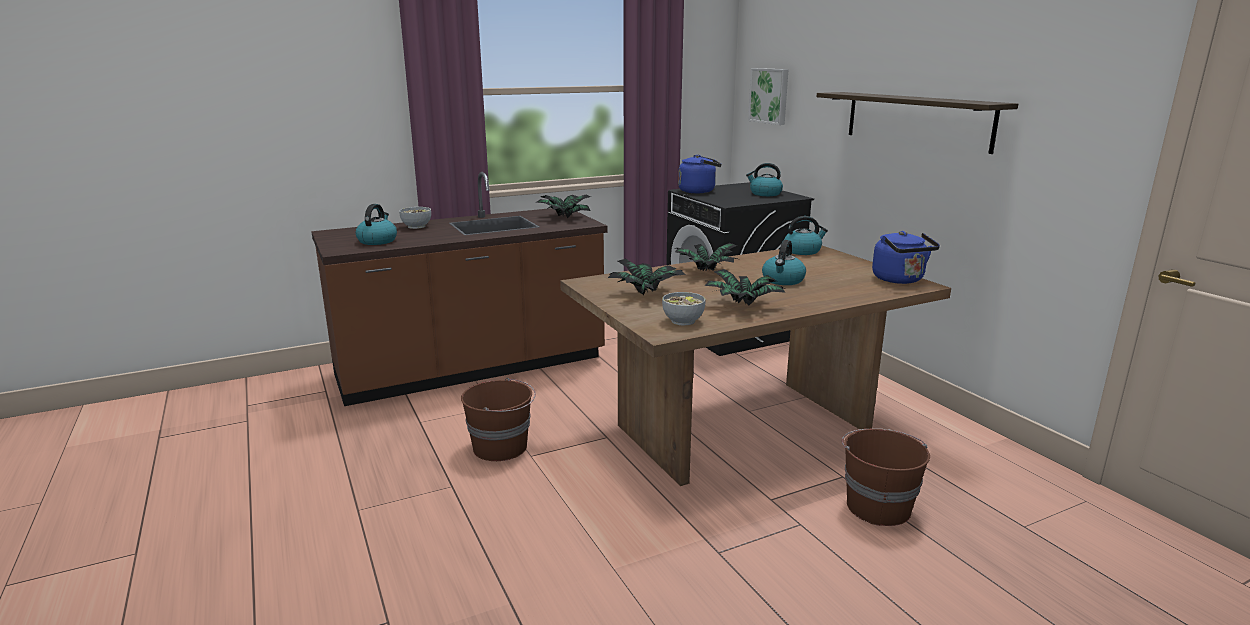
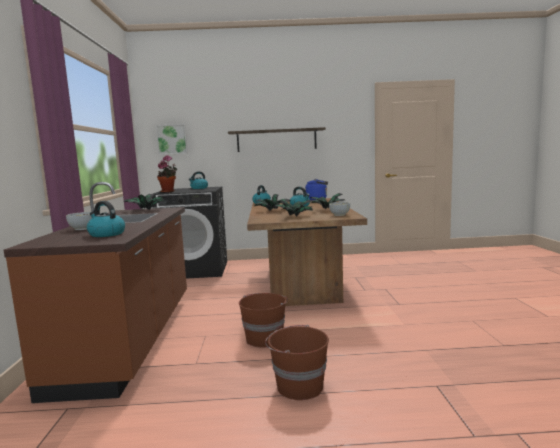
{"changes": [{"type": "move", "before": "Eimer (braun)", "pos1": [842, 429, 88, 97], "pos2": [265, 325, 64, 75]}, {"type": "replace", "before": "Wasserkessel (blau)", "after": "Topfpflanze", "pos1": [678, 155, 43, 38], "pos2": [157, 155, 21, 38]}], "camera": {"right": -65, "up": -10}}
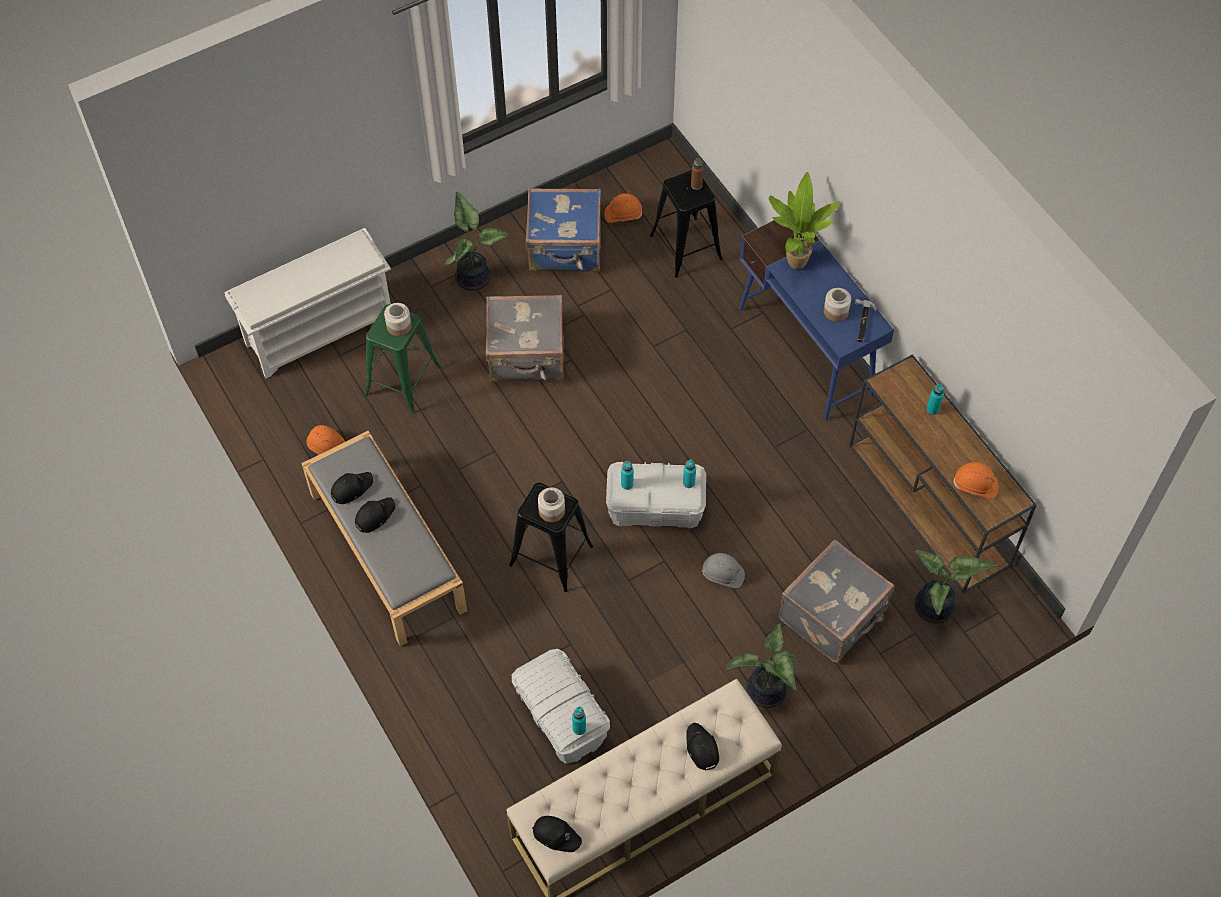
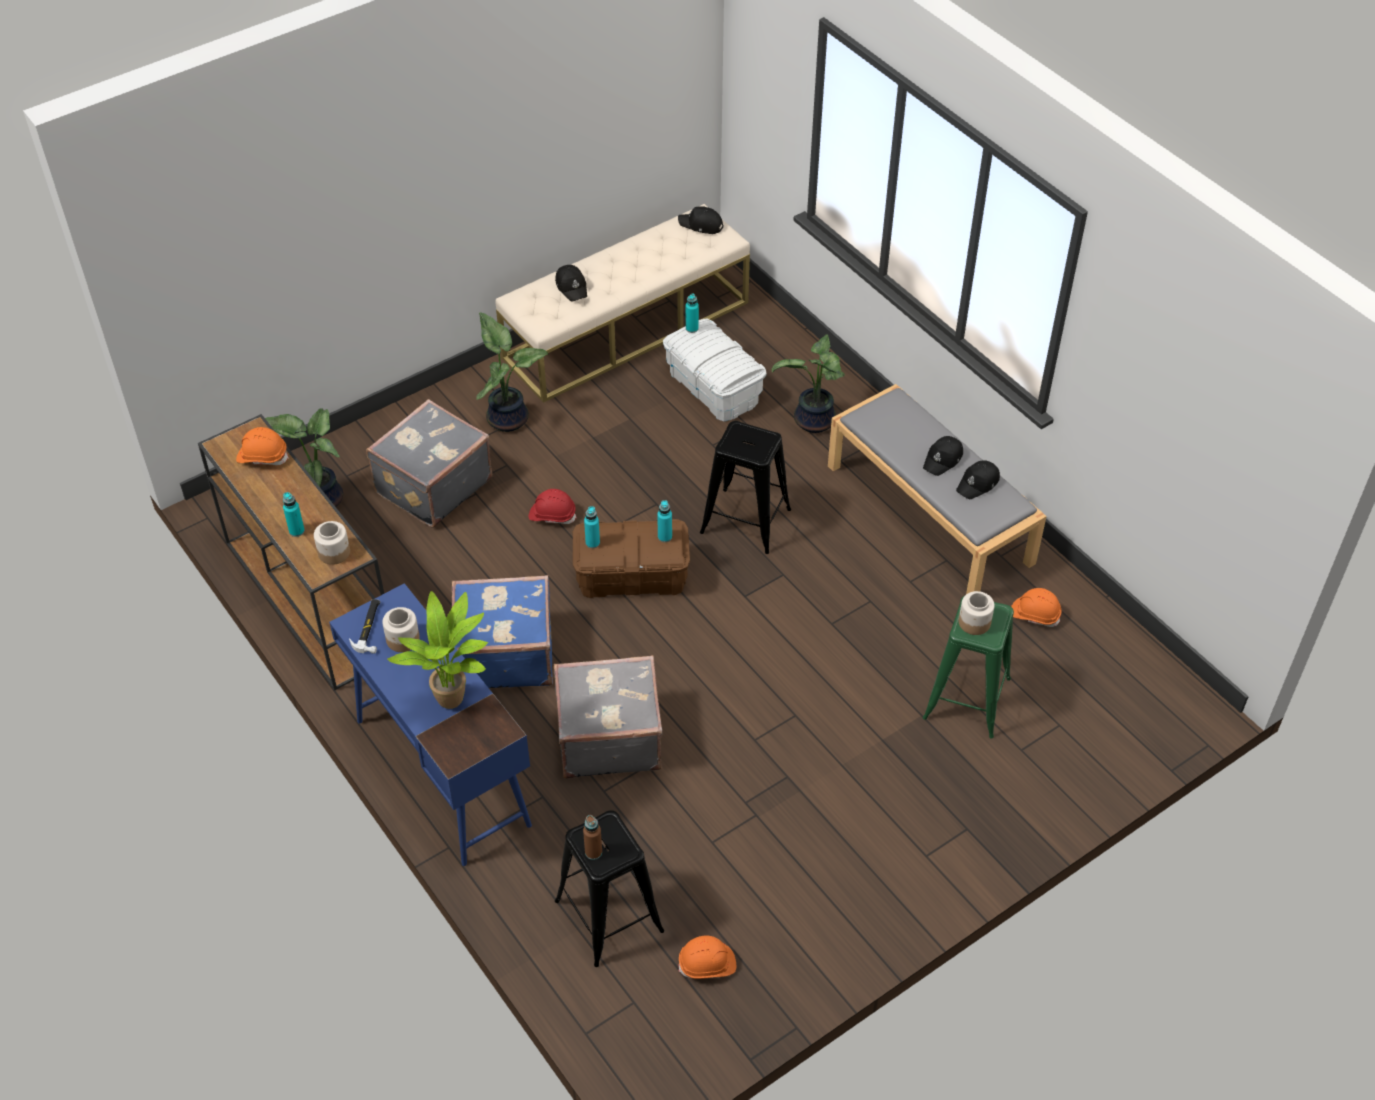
{"changes": [{"type": "delete", "before": "Schuhregal (weiß)", "pos1": [224, 228, 167, 150]}, {"type": "move", "before": "Topfpflanze", "pos1": [445, 191, 65, 100], "pos2": [772, 334, 73, 99]}, {"type": "move", "before": "Koffer (grau)", "pos1": [486, 295, 78, 87], "pos2": [554, 655, 109, 123]}, {"type": "move", "before": "Koffer (blau)", "pos1": [526, 188, 75, 84], "pos2": [452, 575, 101, 113]}, {"type": "move", "before": "Vorratsglas", "pos1": [538, 487, 27, 35], "pos2": [314, 521, 36, 44]}, {"type": "recolor", "before": "Aufbewahrungsbox (weiß)", "after": "Aufbewahrungsbox (braun)", "pos1": [606, 462, 100, 67], "pos2": [573, 519, 117, 79]}, {"type": "recolor", "before": "Schutzhelm (grau)", "after": "Schutzhelm (rot)", "pos1": [702, 553, 43, 35], "pos2": [529, 489, 48, 35]}], "camera": {"right": 175, "up": -10}}
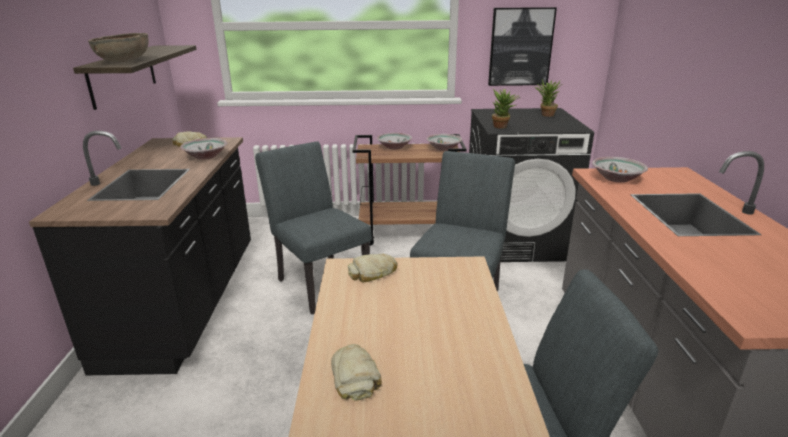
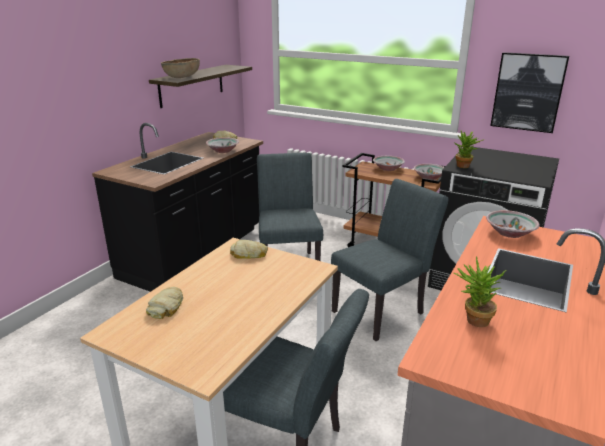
{"changes": [{"type": "move", "before": "Topfpflanze", "pos1": [535, 79, 27, 38], "pos2": [454, 256, 53, 71]}], "camera": {"right": 30, "up": 0}}
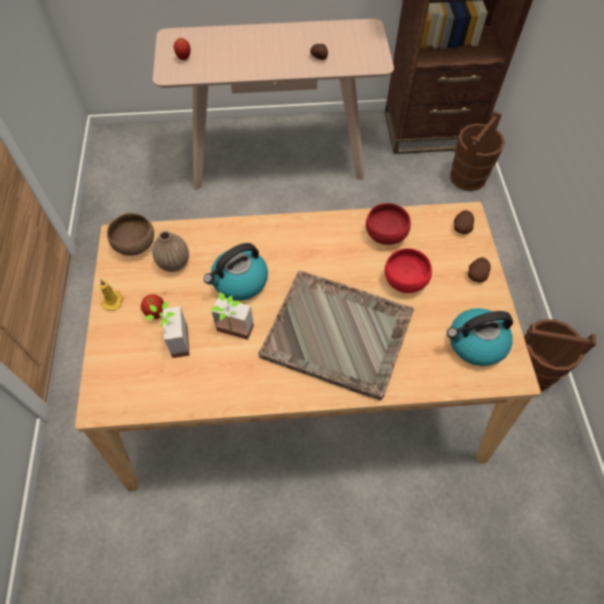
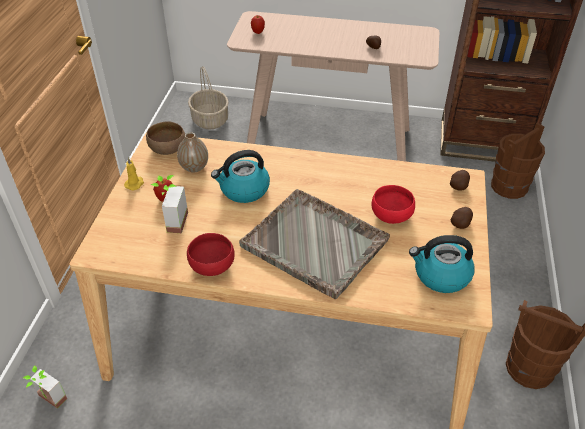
{"changes": [{"type": "insert", "after": "Korb", "pos2": [188, 66, 41, 63]}, {"type": "move", "before": "Topfpflanze", "pos1": [211, 292, 43, 48], "pos2": [23, 365, 44, 43]}, {"type": "move", "before": "Schüssel (rot)", "pos1": [366, 203, 45, 42], "pos2": [187, 233, 48, 43]}], "camera": {"right": 15, "up": -15}}
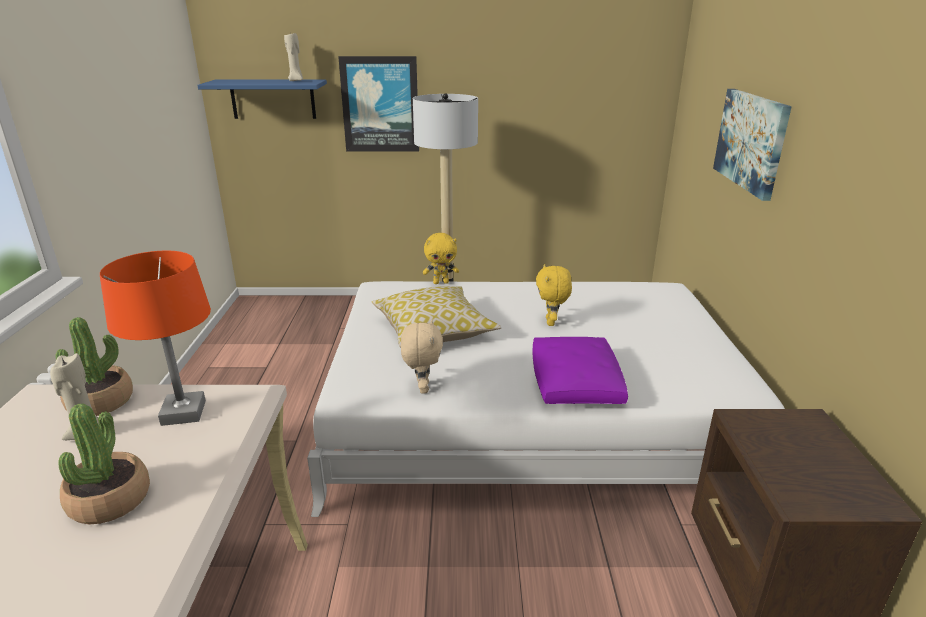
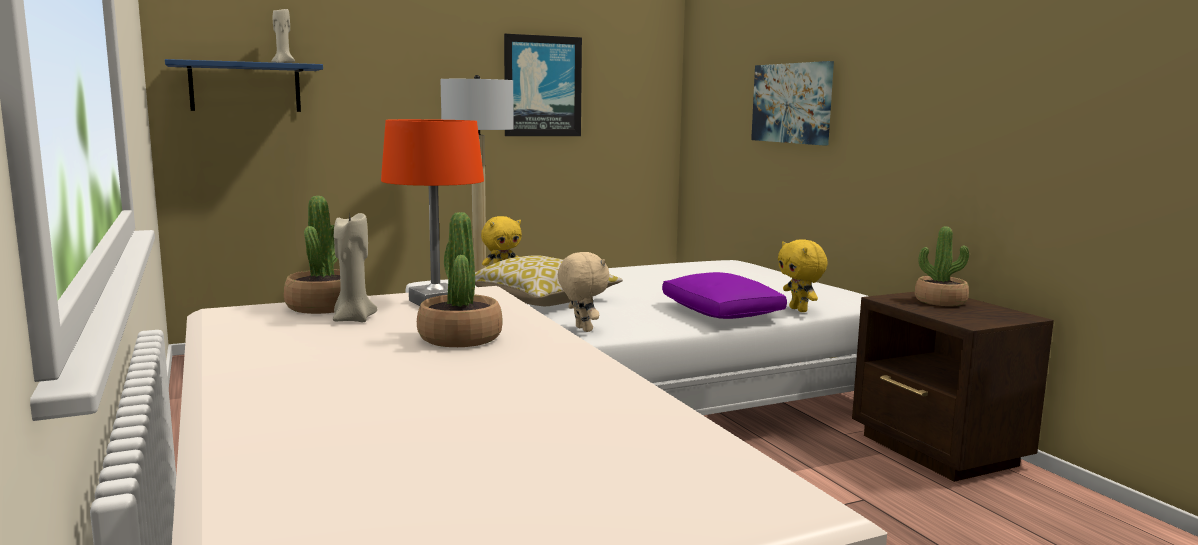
{"changes": [{"type": "insert", "after": "Topfpflanze", "pos2": [914, 226, 55, 80]}, {"type": "move", "before": "Bild", "pos1": [338, 56, 81, 95], "pos2": [504, 34, 78, 102]}, {"type": "move", "before": "Plüschtier (gelb)", "pos1": [536, 264, 36, 62], "pos2": [778, 239, 50, 73]}], "camera": {"right": -25, "up": -15}}
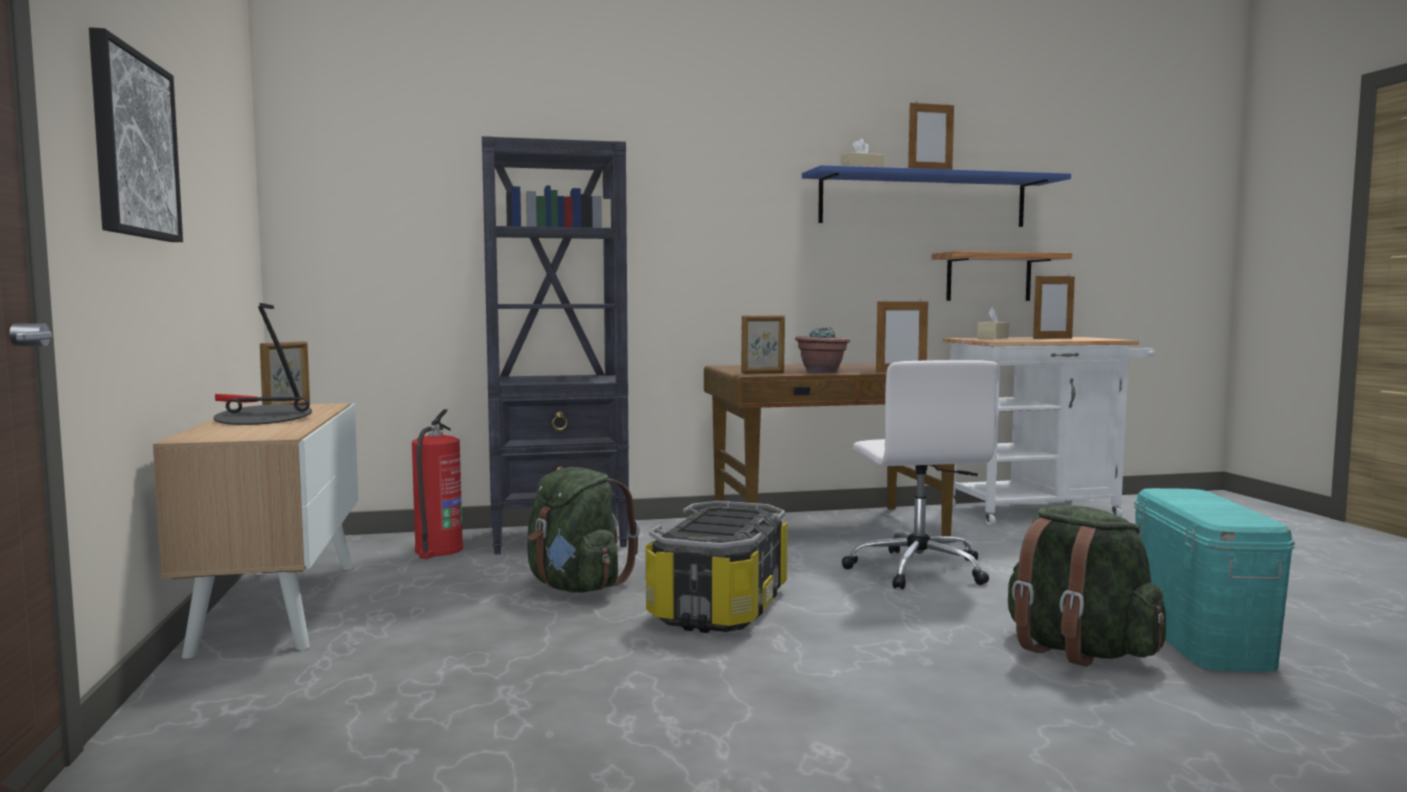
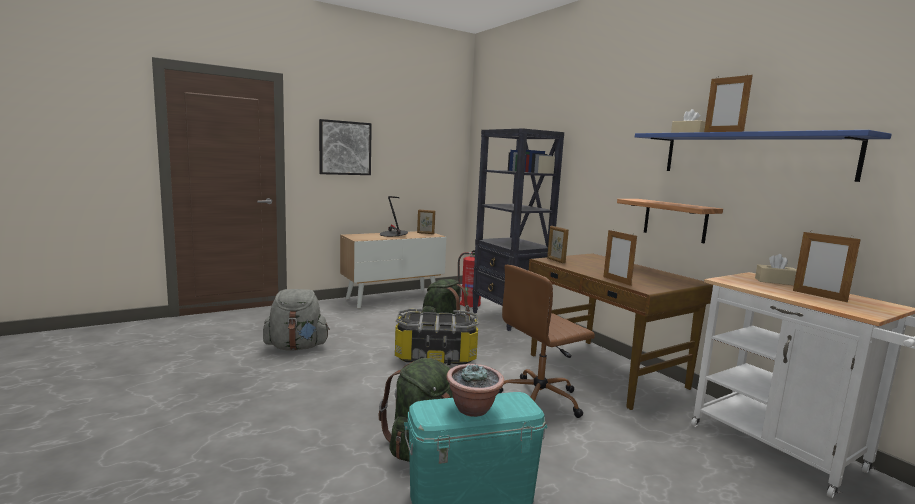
{"changes": [{"type": "insert", "after": "Rucksack (grau)", "pos2": [263, 289, 67, 62]}, {"type": "move", "before": "Topfpflanze", "pos1": [795, 327, 55, 46], "pos2": [446, 363, 58, 54]}, {"type": "move", "before": "Wandregal", "pos1": [932, 251, 140, 50], "pos2": [617, 199, 106, 44]}, {"type": "recolor", "before": "Bürostuhl (weiß)", "after": "Bürostuhl (braun)", "pos1": [842, 360, 156, 229], "pos2": [499, 265, 96, 153]}], "camera": {"right": 70, "up": 5}}
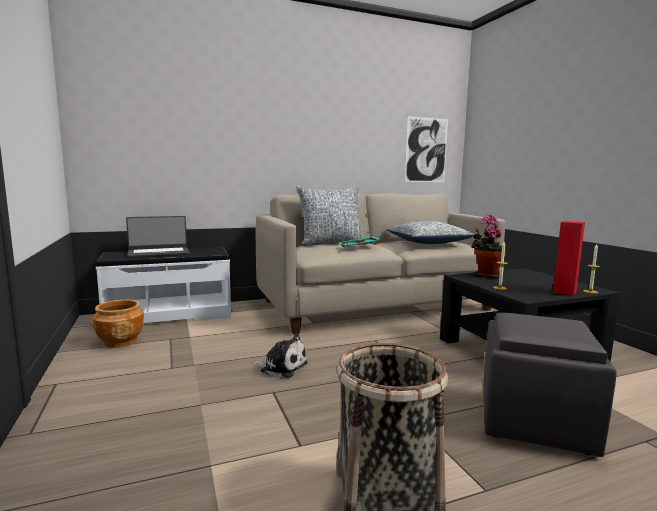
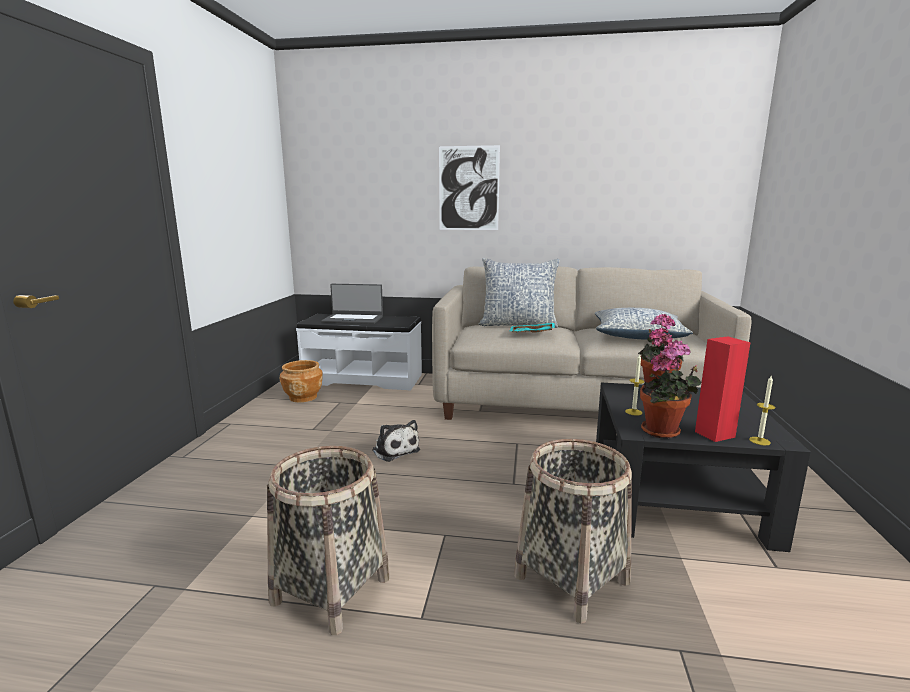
{"changes": [{"type": "insert", "after": "Topfpflanze", "pos2": [640, 340, 61, 99]}, {"type": "move", "before": "Bild", "pos1": [405, 116, 43, 66], "pos2": [439, 145, 61, 85]}, {"type": "replace", "before": "Polsterhocker (grau)", "after": "Korb", "pos1": [483, 313, 134, 144], "pos2": [514, 439, 118, 184]}], "camera": {"right": 30, "up": 5}}
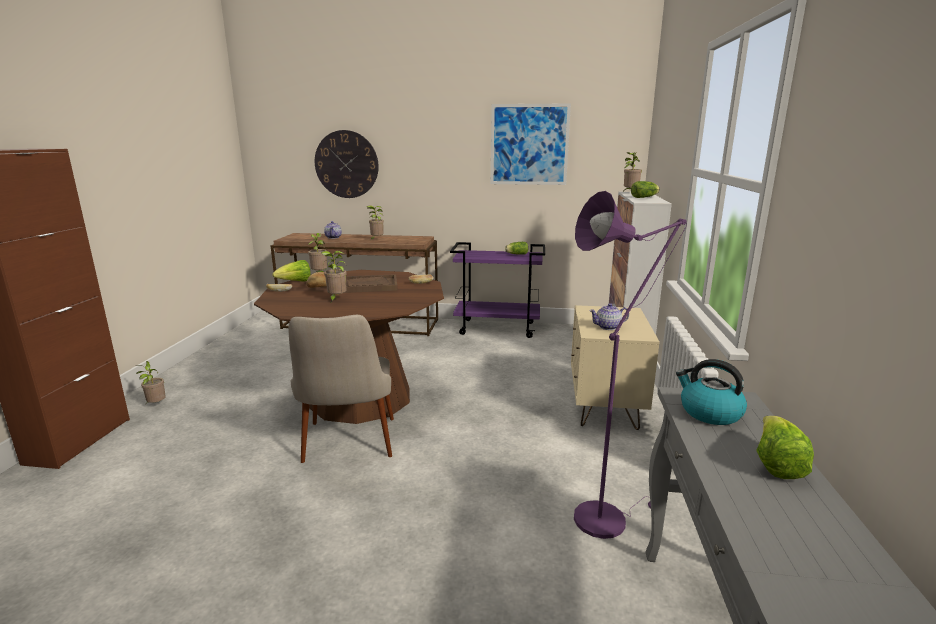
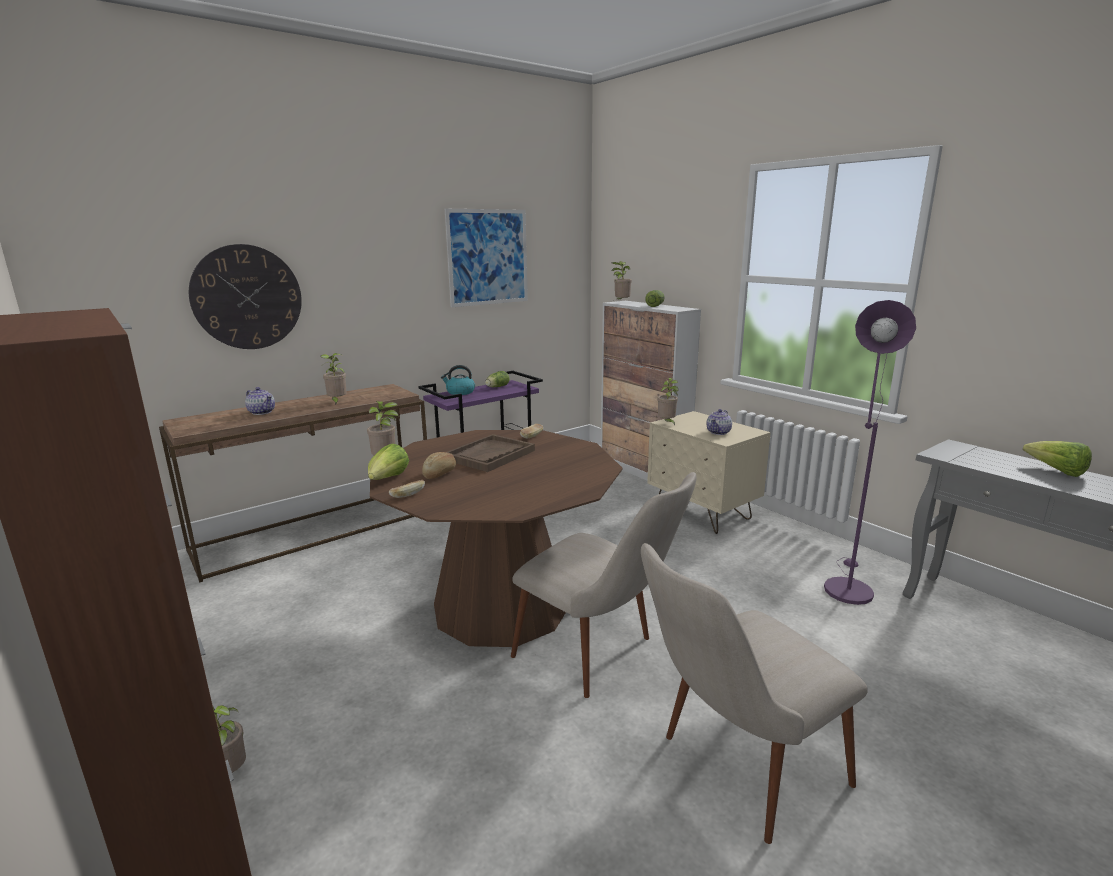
{"changes": [{"type": "insert", "after": "Stuhl (beige)", "pos2": [641, 543, 227, 301]}, {"type": "move", "before": "Topfpflanze", "pos1": [321, 251, 26, 51], "pos2": [657, 378, 22, 47]}, {"type": "move", "before": "Wasserkessel", "pos1": [676, 359, 71, 66], "pos2": [441, 365, 34, 30]}], "camera": {"right": -45, "up": 0}}
